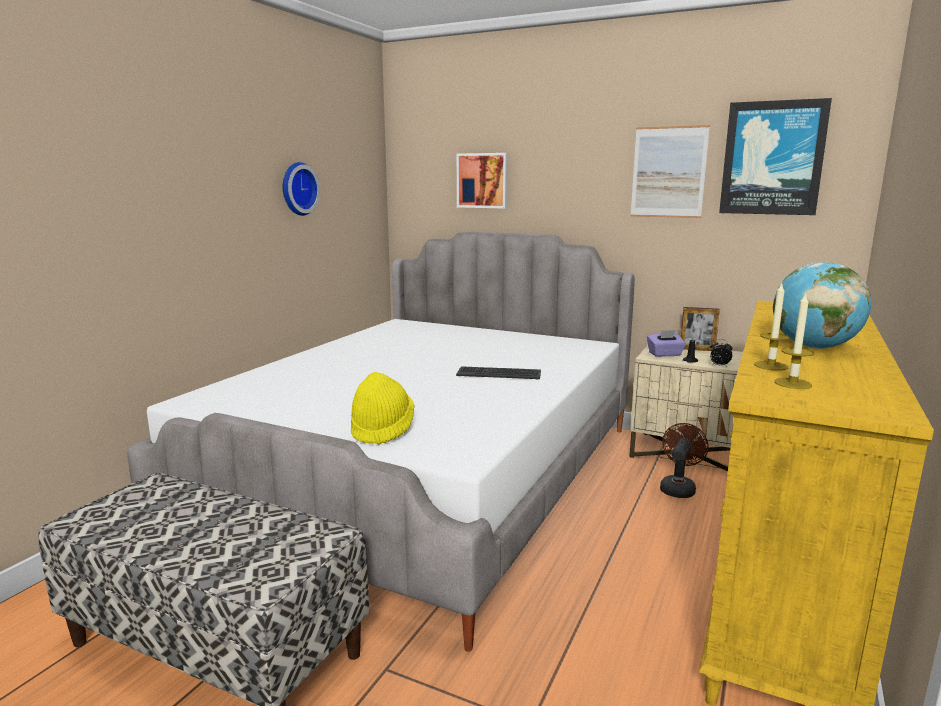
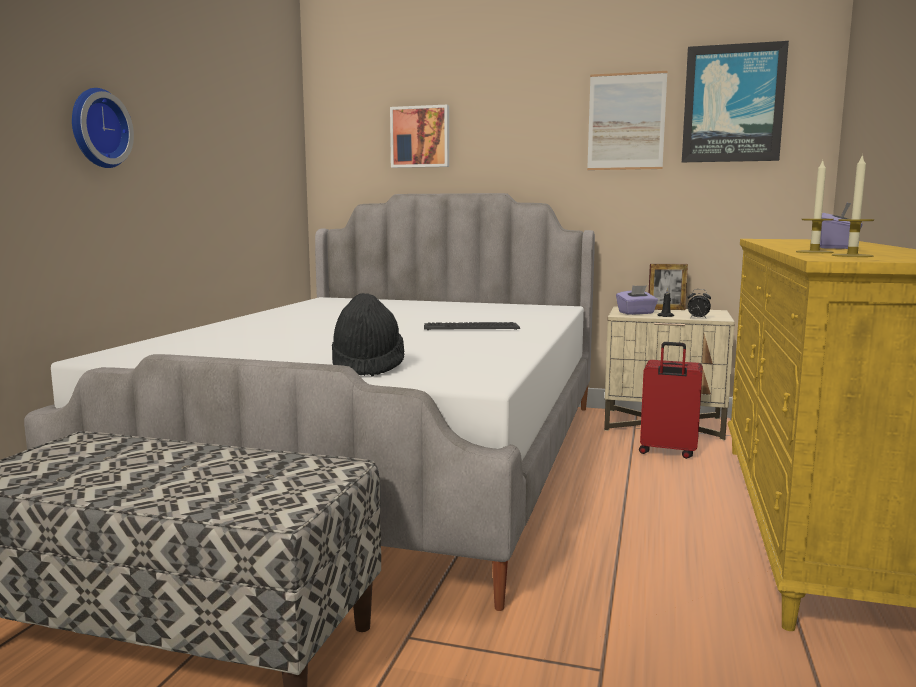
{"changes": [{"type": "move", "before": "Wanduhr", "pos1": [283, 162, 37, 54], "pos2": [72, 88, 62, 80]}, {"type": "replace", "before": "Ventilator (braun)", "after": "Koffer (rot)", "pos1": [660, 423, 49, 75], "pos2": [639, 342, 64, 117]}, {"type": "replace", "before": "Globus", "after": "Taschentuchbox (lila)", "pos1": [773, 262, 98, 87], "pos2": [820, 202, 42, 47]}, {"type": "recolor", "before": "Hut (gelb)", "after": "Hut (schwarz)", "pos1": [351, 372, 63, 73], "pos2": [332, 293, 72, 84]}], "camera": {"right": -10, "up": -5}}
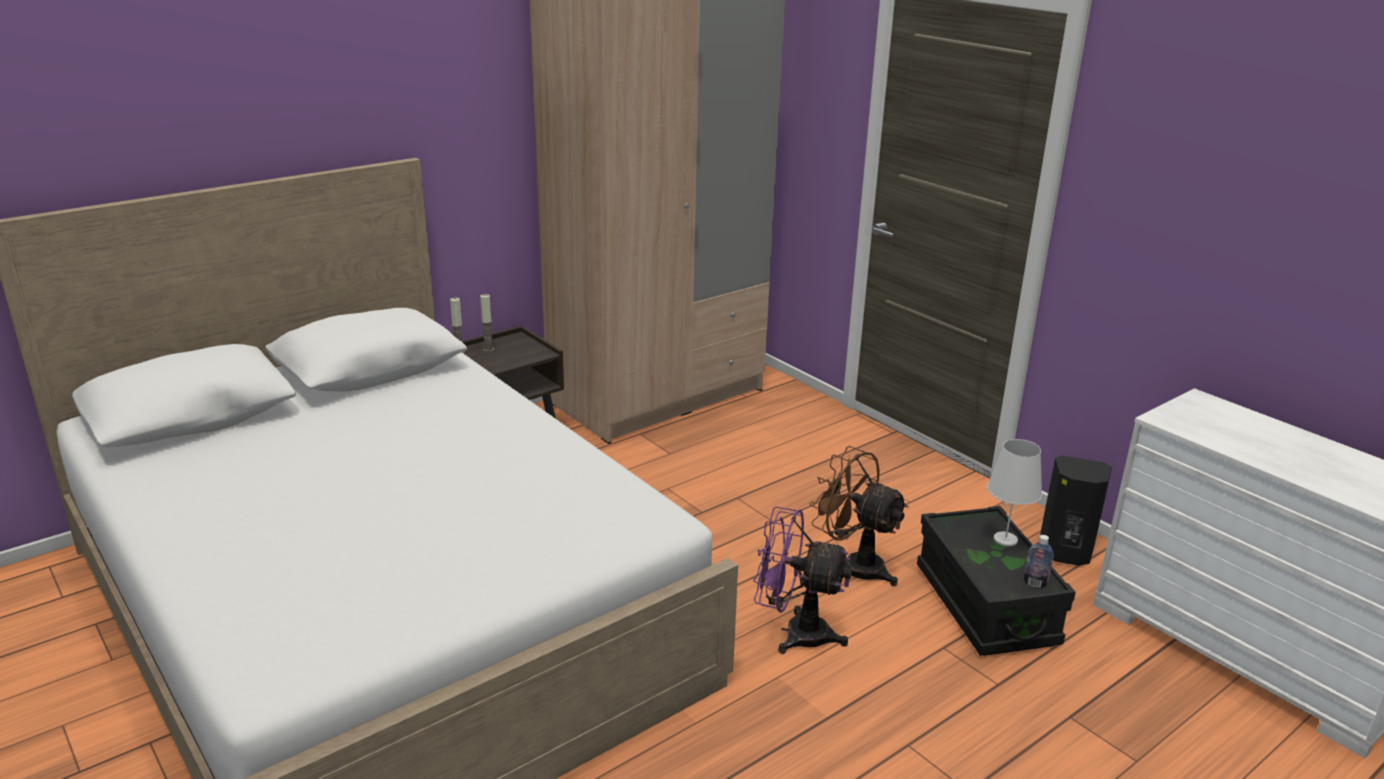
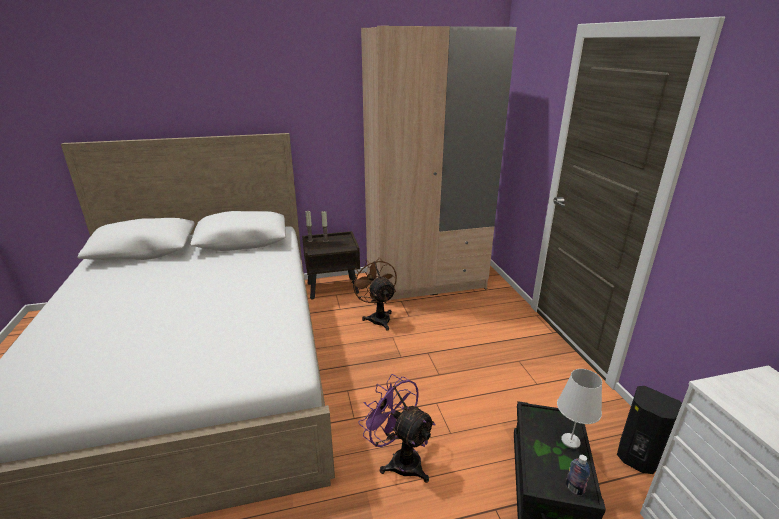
{"changes": [{"type": "move", "before": "Ventilator (braun)", "pos1": [809, 446, 100, 140], "pos2": [351, 258, 46, 73]}], "camera": {"right": 25, "up": 0}}
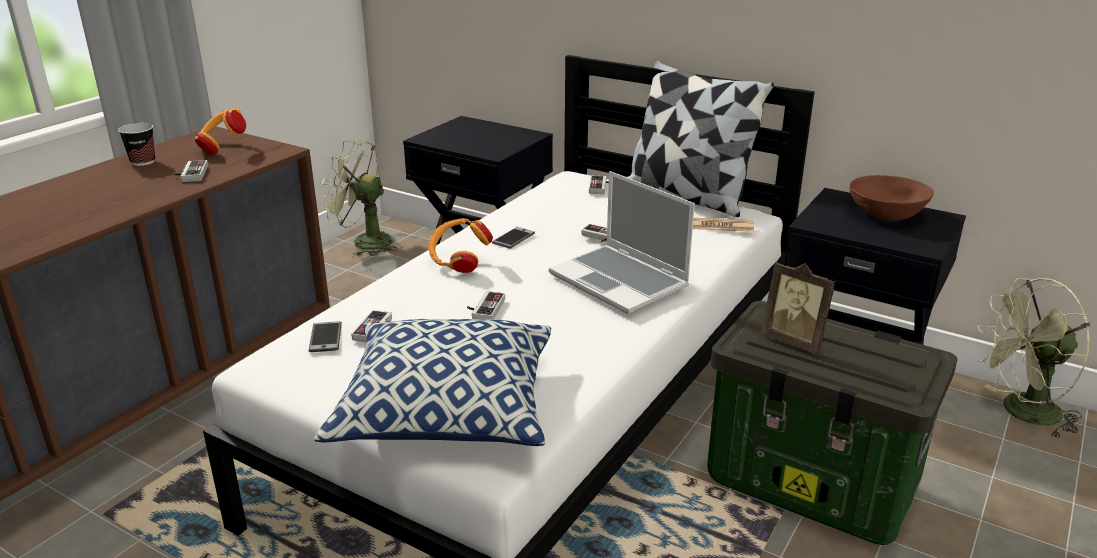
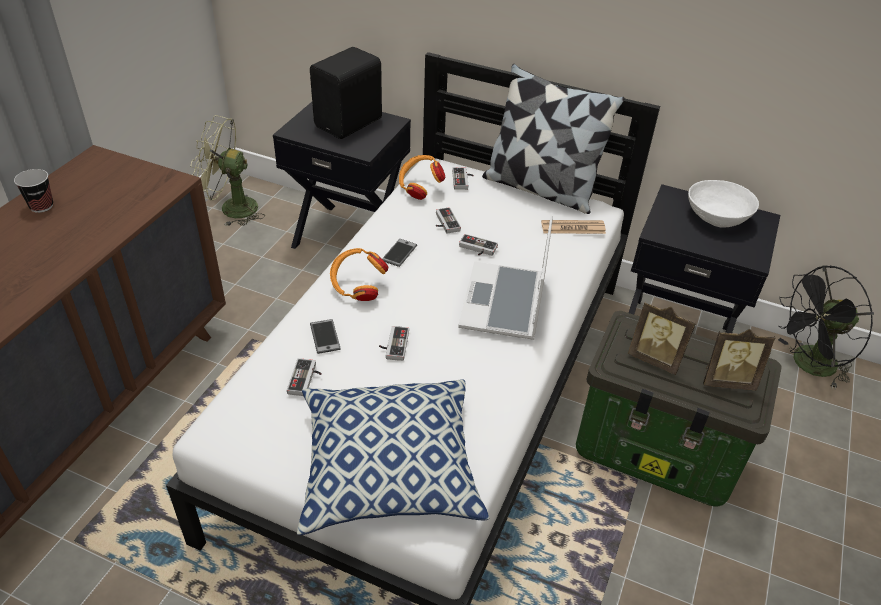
{"changes": [{"type": "insert", "after": "Lautsprecher (schwarz)", "pos2": [310, 47, 72, 92]}, {"type": "insert", "after": "Bilderrahmen", "pos2": [703, 329, 72, 61]}, {"type": "move", "before": "Gamepad", "pos1": [174, 160, 34, 22], "pos2": [436, 207, 25, 27]}, {"type": "move", "before": "Kopfhörer (orange)", "pos1": [195, 108, 51, 47], "pos2": [399, 155, 46, 45]}, {"type": "move", "before": "Handy", "pos1": [309, 321, 33, 31], "pos2": [310, 319, 31, 35]}, {"type": "recolor", "before": "Schüssel (braun)", "after": "Schüssel (weiß)", "pos1": [849, 175, 85, 46], "pos2": [688, 180, 71, 48]}, {"type": "recolor", "before": "Ventilator (grün)", "after": "Ventilator (schwarz)", "pos1": [977, 278, 113, 161], "pos2": [778, 265, 96, 124]}, {"type": "rotate", "before": "Laptop", "pos1": [549, 171, 146, 143], "pos2": [458, 215, 95, 125], "turn": 60}], "camera": {"right": -10, "up": 15}}
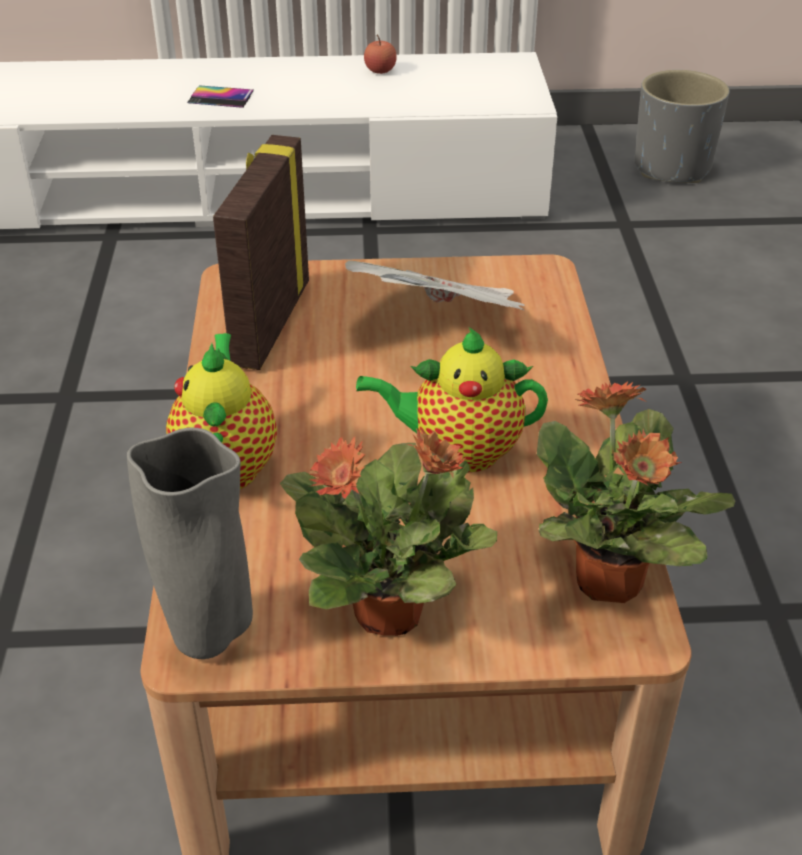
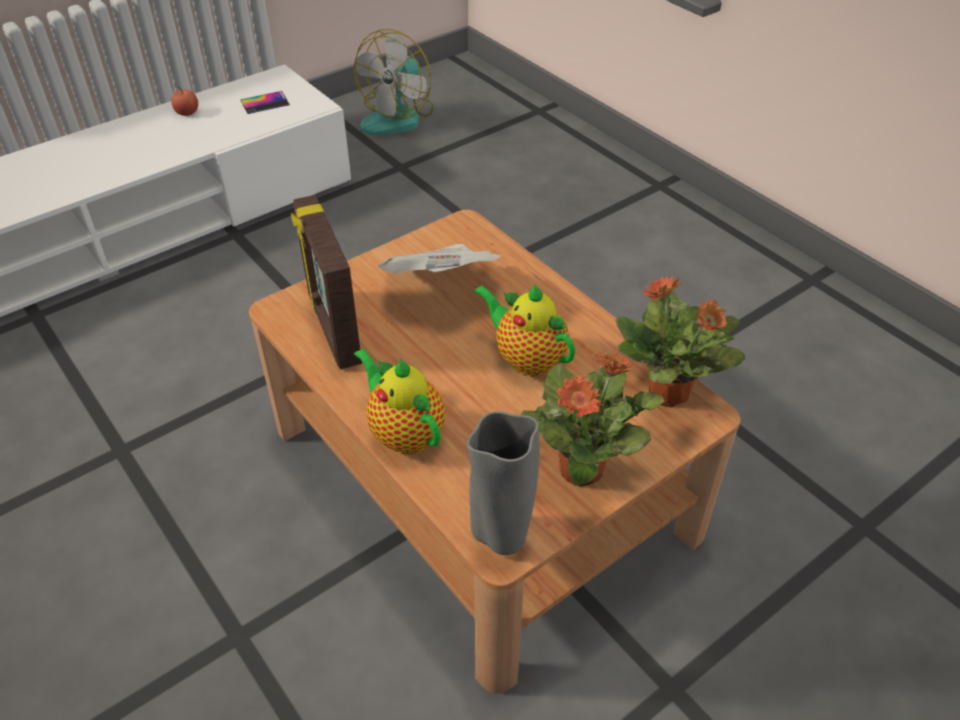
{"changes": [{"type": "move", "before": "Handy", "pos1": [187, 85, 67, 23], "pos2": [240, 91, 50, 23]}, {"type": "replace", "before": "Pflanzkübel (grau)", "after": "Ventilator", "pos1": [635, 70, 94, 113], "pos2": [354, 29, 79, 106]}, {"type": "rotate", "before": "Teekanne", "pos1": [356, 327, 192, 145], "pos2": [473, 284, 103, 93], "turn": 75}], "camera": {"right": -35, "up": 5}}
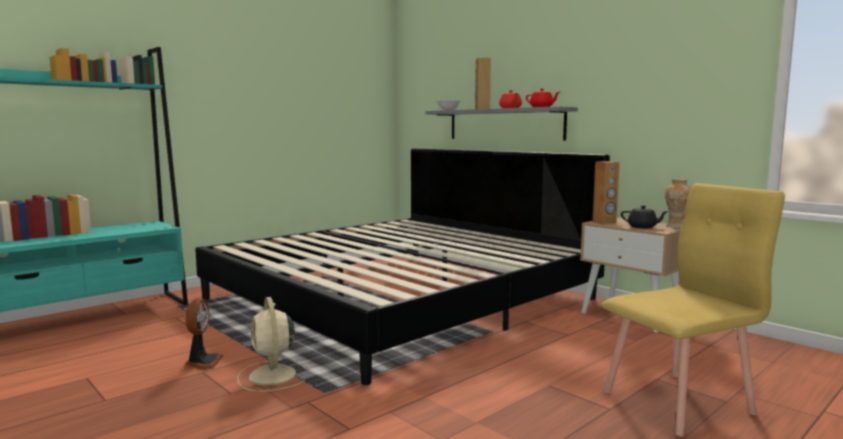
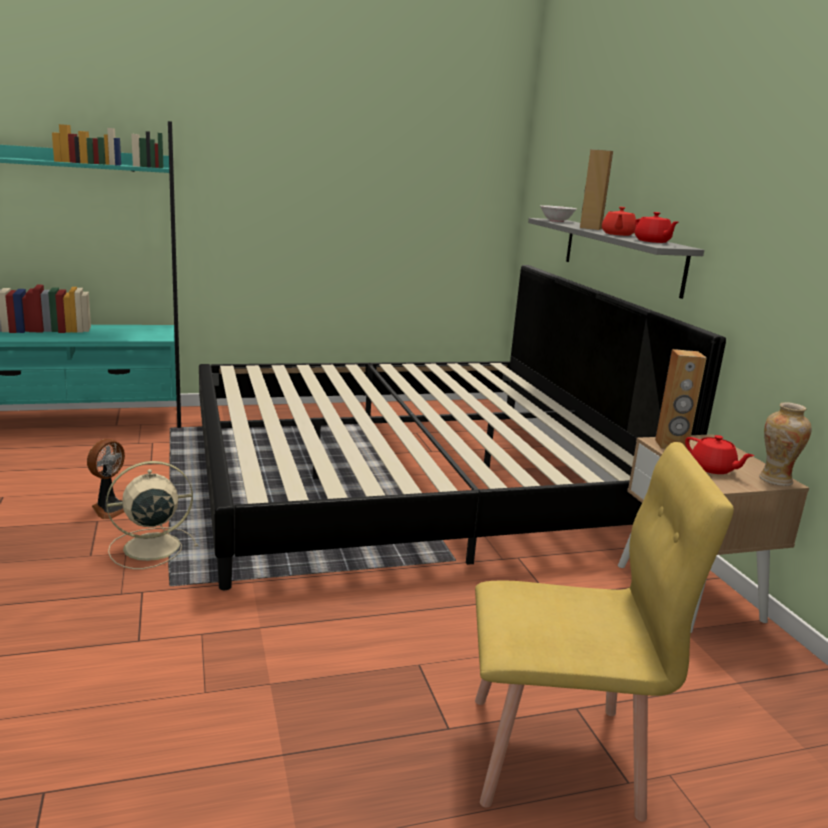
{"changes": [{"type": "recolor", "before": "Teekanne (schwarz)", "after": "Teekanne (rot)", "pos1": [621, 205, 48, 23], "pos2": [685, 435, 70, 39]}, {"type": "rotate", "before": "Ventilator (beige)", "pos1": [237, 297, 69, 95], "pos2": [106, 461, 92, 108], "turn": 60}], "camera": {"right": 25, "up": 10}}
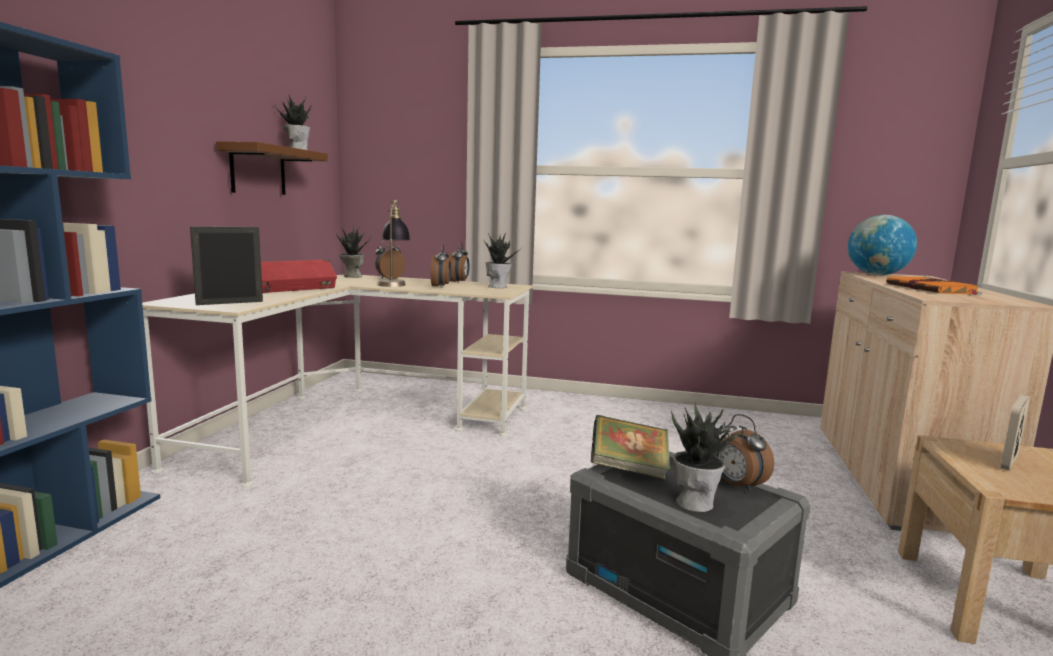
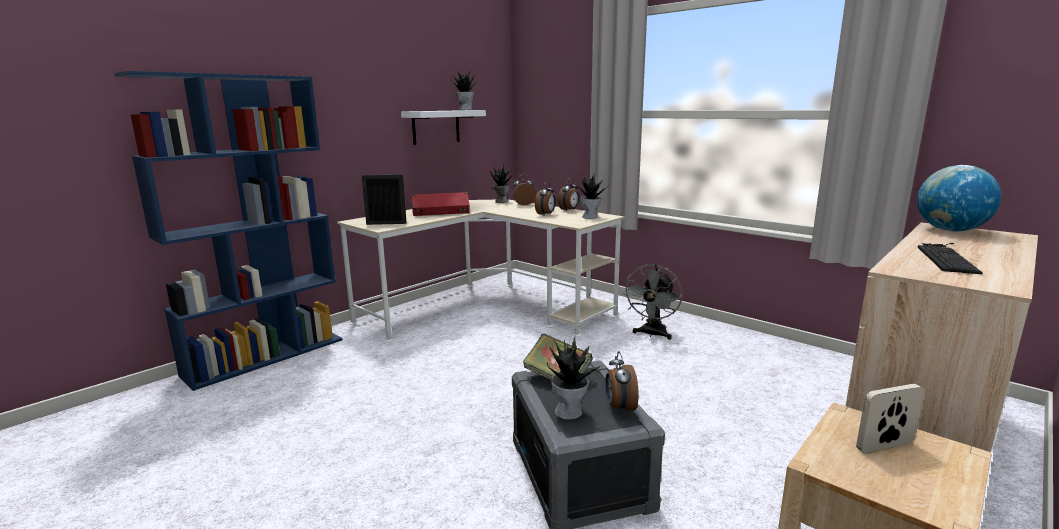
{"changes": [{"type": "delete", "before": "Tischlampe", "pos1": [377, 200, 33, 87]}, {"type": "insert", "after": "Ventilator (grau)", "pos2": [622, 264, 60, 76]}, {"type": "replace", "before": "Buch (orange)", "after": "Tastatur", "pos1": [886, 276, 97, 19], "pos2": [918, 243, 65, 31]}, {"type": "recolor", "before": "Wandregal (braun)", "after": "Wandregal (weiß)", "pos1": [216, 141, 112, 54], "pos2": [401, 110, 85, 35]}], "camera": {"right": 30, "up": 5}}
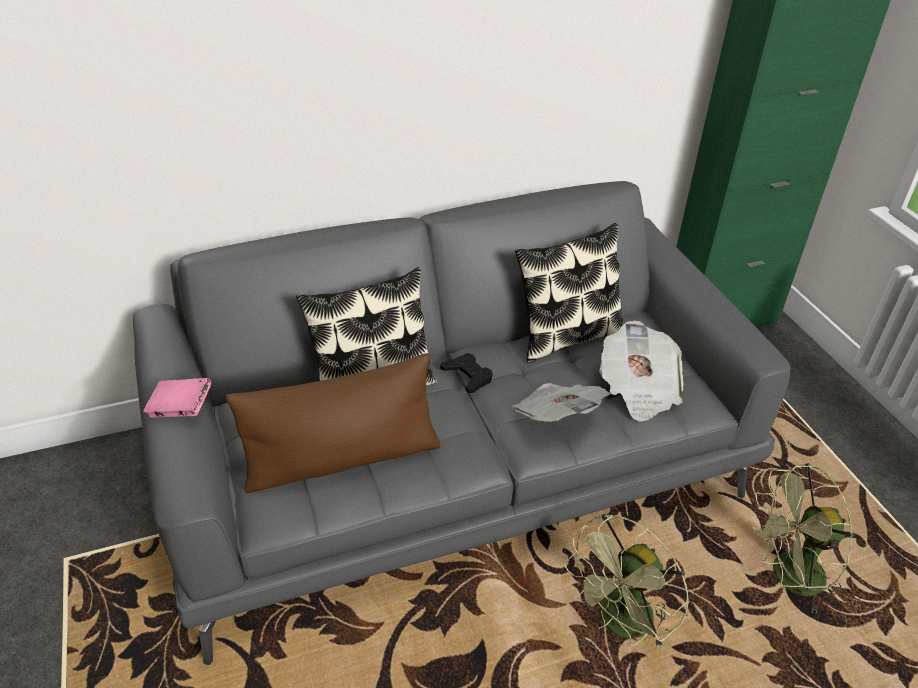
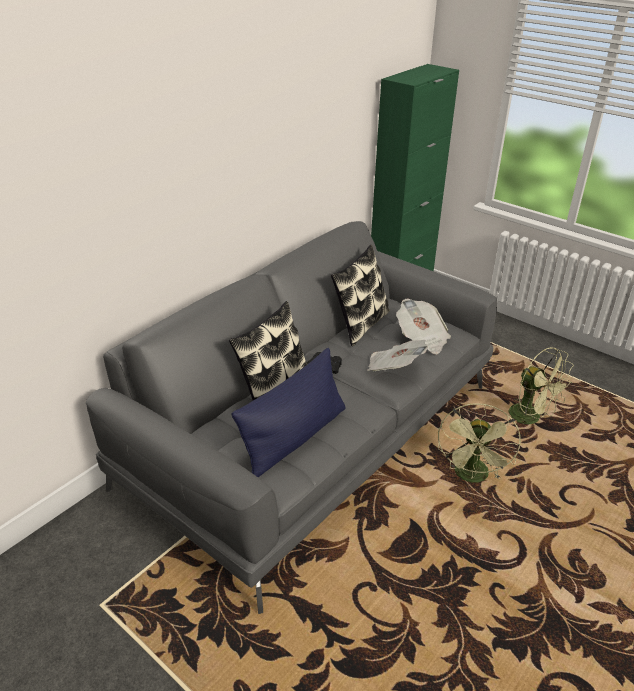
{"changes": [{"type": "delete", "before": "Buch (rosa)", "pos1": [143, 378, 68, 40]}, {"type": "recolor", "before": "Kissen (braun)", "after": "Kissen (blau)", "pos1": [226, 353, 214, 140], "pos2": [231, 348, 115, 129]}, {"type": "rotate", "before": "Ventilator (grün)", "pos1": [752, 463, 102, 149], "pos2": [508, 347, 66, 77], "turn": -90}], "camera": {"right": -30, "up": -5}}
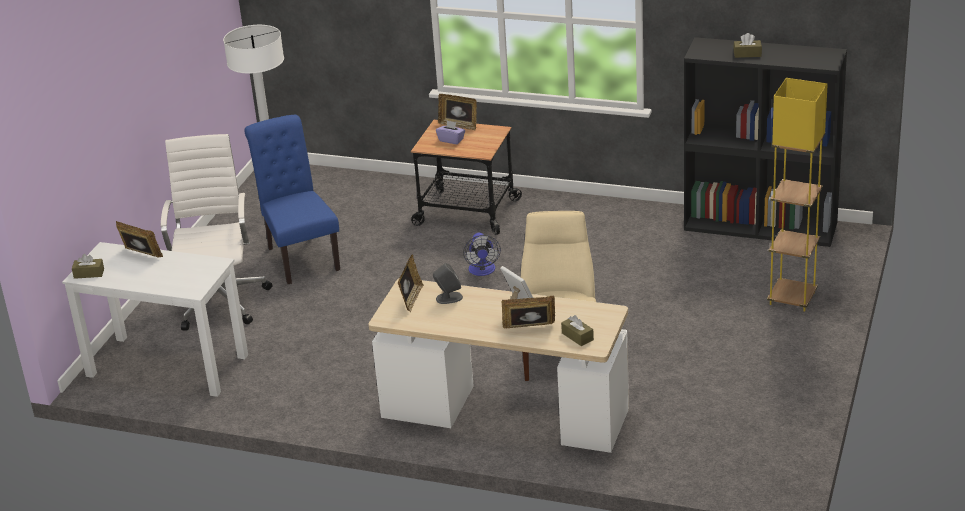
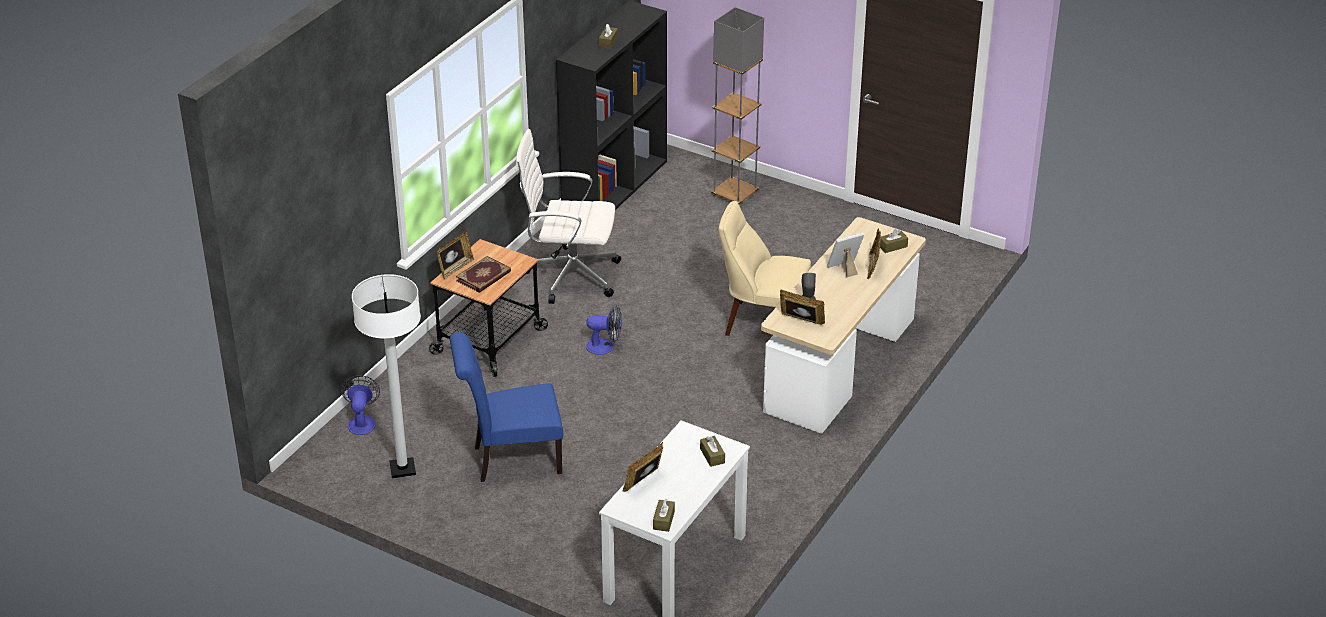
{"changes": [{"type": "insert", "after": "Ventilator", "pos2": [341, 375, 39, 60]}, {"type": "insert", "after": "Taschentuchbox (braun)", "pos2": [700, 436, 25, 31]}, {"type": "move", "before": "Bürostuhl (weiß)", "pos1": [161, 134, 112, 197], "pos2": [516, 129, 105, 175]}, {"type": "replace", "before": "Taschentuchbox (lila)", "after": "Buch", "pos1": [436, 121, 29, 23], "pos2": [456, 256, 55, 37]}, {"type": "recolor", "before": "Stehlampe (gelb)", "after": "Stehlampe (grau)", "pos1": [767, 78, 61, 234], "pos2": [711, 7, 53, 197]}], "camera": {"right": -80, "up": 5}}
